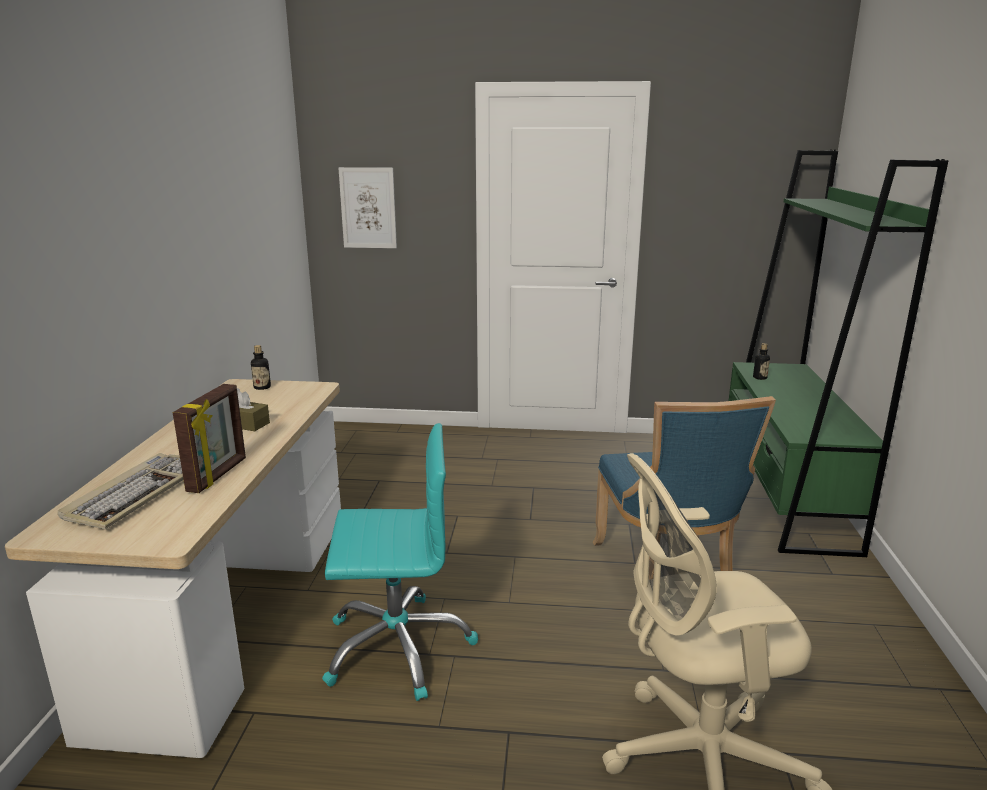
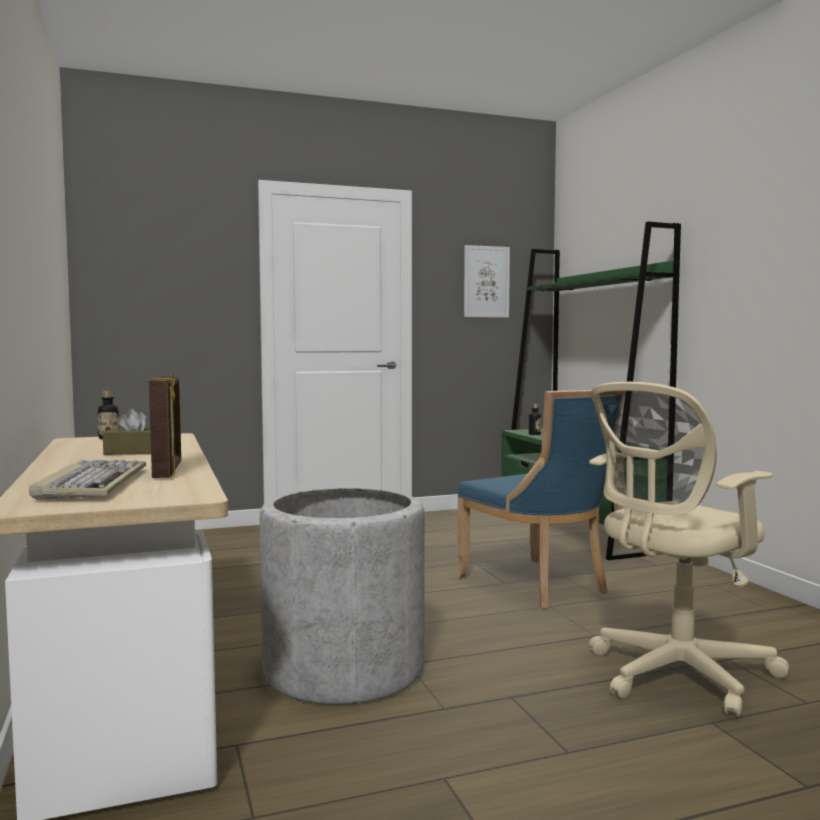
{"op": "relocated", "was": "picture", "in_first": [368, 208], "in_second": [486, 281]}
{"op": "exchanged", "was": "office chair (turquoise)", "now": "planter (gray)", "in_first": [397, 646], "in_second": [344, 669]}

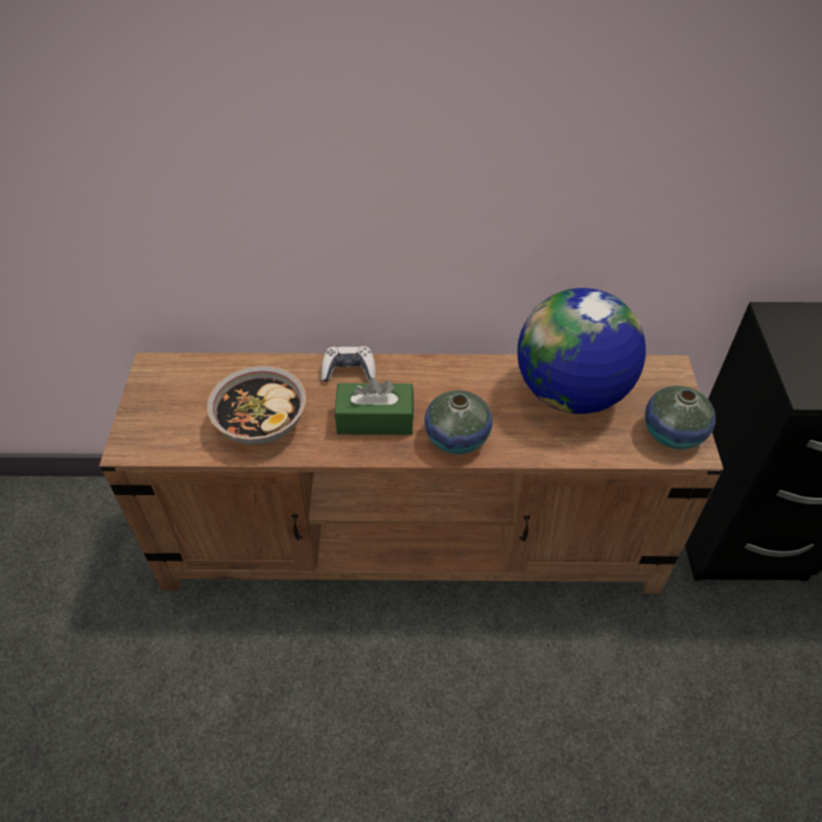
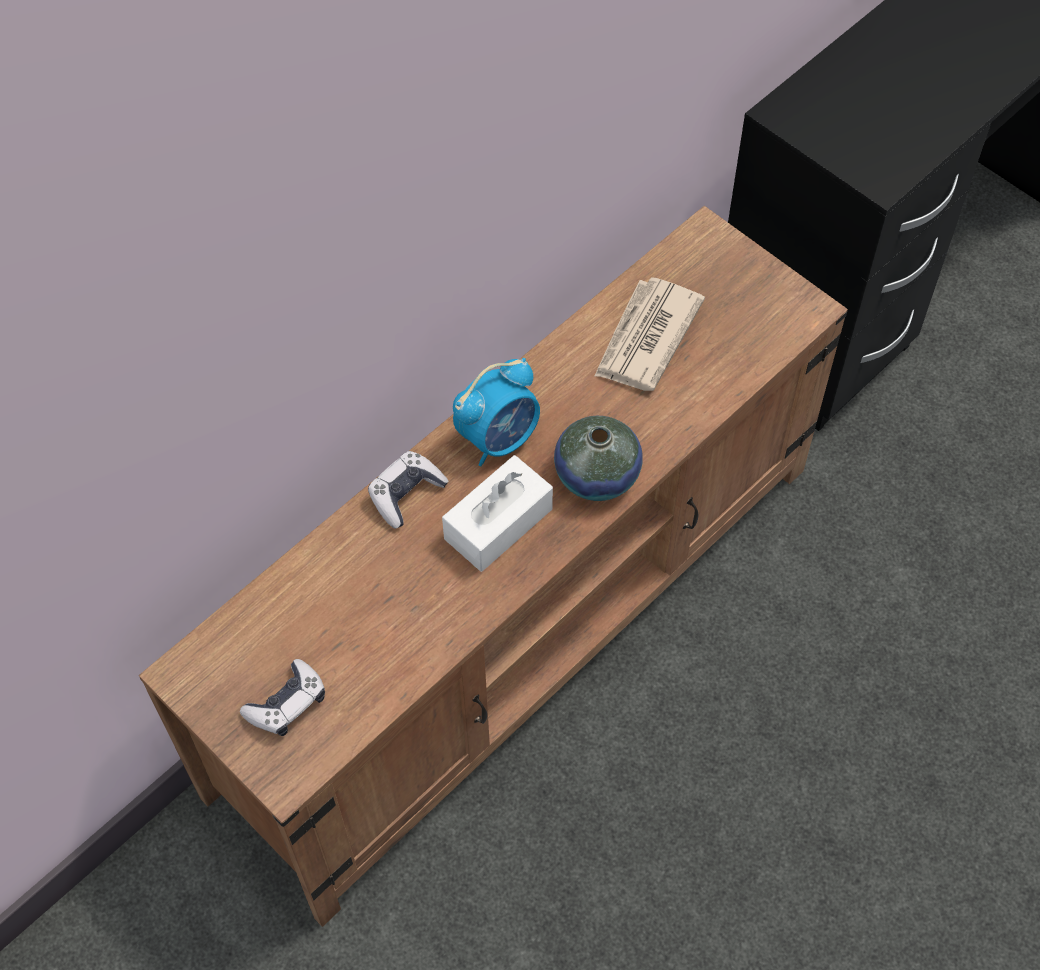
{"op": "exchanged", "was": "globe", "now": "daily paper", "in_first": [570, 393], "in_second": [646, 338]}
{"op": "missing", "was": "bowl", "in_first": [261, 422]}
{"op": "colour", "was": "tissue holder (greenish)", "now": "tissue holder (whitish)", "in_first": [375, 419], "in_second": [498, 524]}
{"op": "missing", "was": "flower vase", "in_first": [673, 433]}
{"op": "appeared", "now": "alarm clock", "in_second": [499, 438]}
{"op": "appeared", "now": "gamepad", "in_second": [287, 704]}

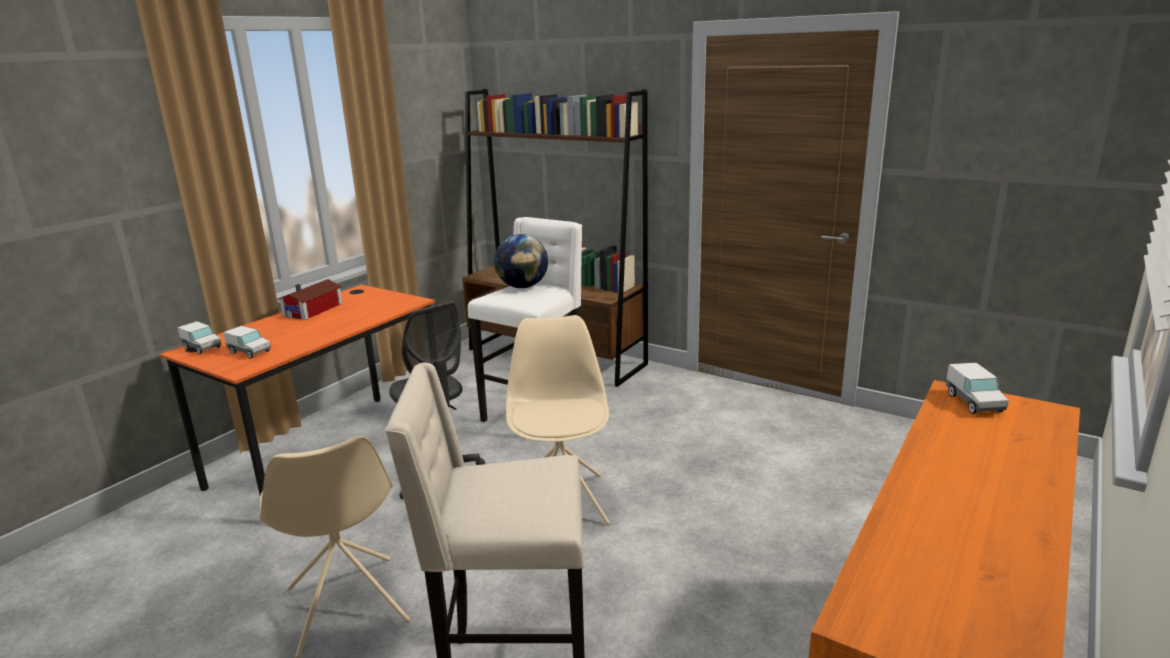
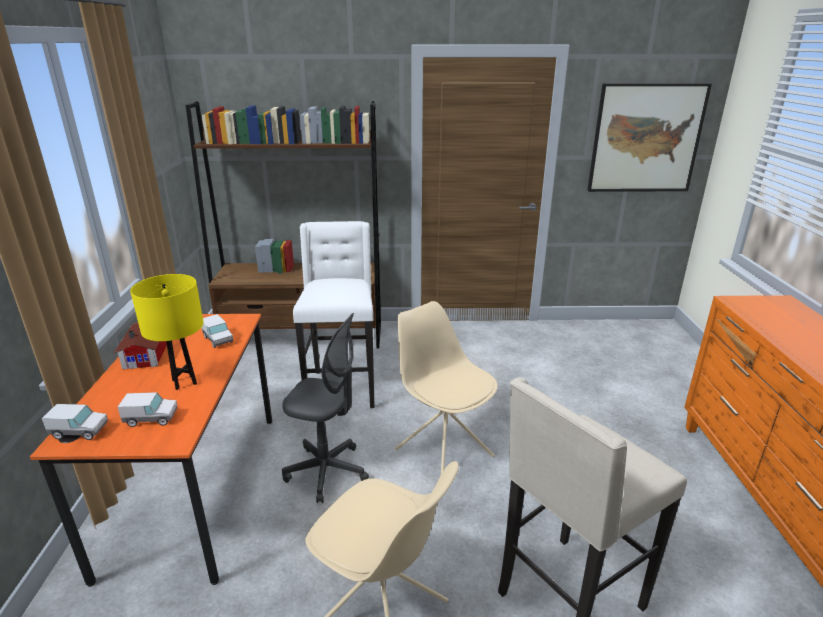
{"op": "missing", "was": "globe", "in_first": [522, 287]}
{"op": "relocated", "was": "toy truck", "in_first": [973, 403], "in_second": [218, 340]}
{"op": "appeared", "now": "picture", "in_second": [645, 139]}
{"op": "appeared", "now": "tabletop lamp (yellow-coloured)", "in_second": [184, 382]}

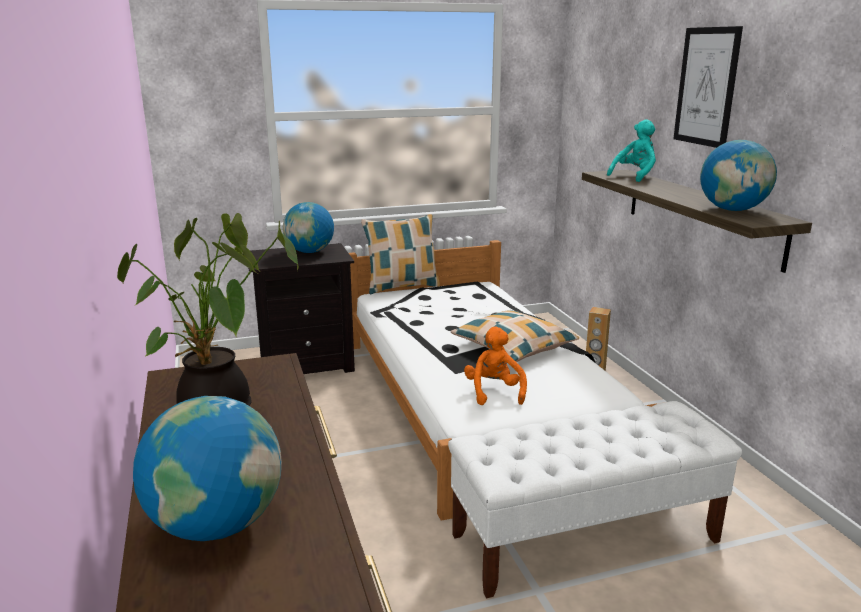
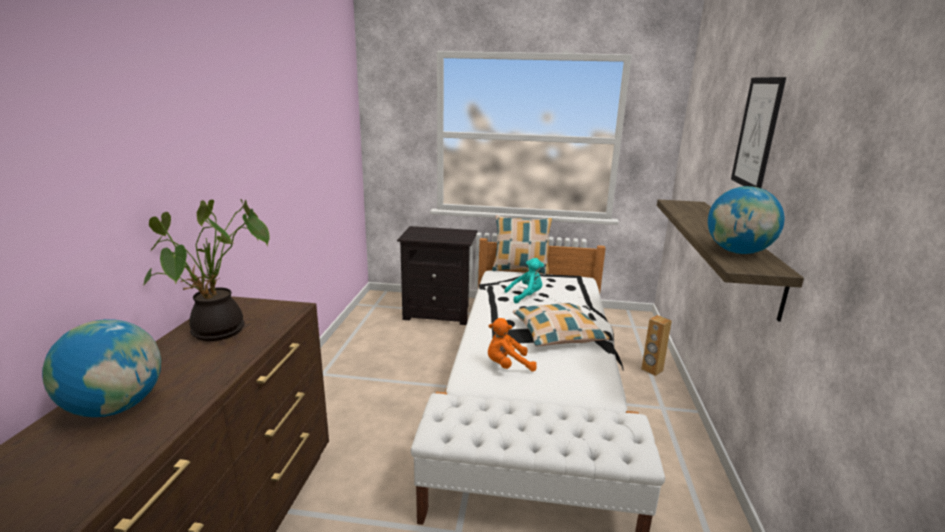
{"op": "relocated", "was": "plush toy (turquoise)", "in_first": [634, 176], "in_second": [526, 296]}
{"op": "missing", "was": "globe", "in_first": [310, 252]}
{"op": "spun", "was": "plush toy (orange-coloured)", "in_first": [494, 392], "in_second": [507, 366], "clockwise": -120}

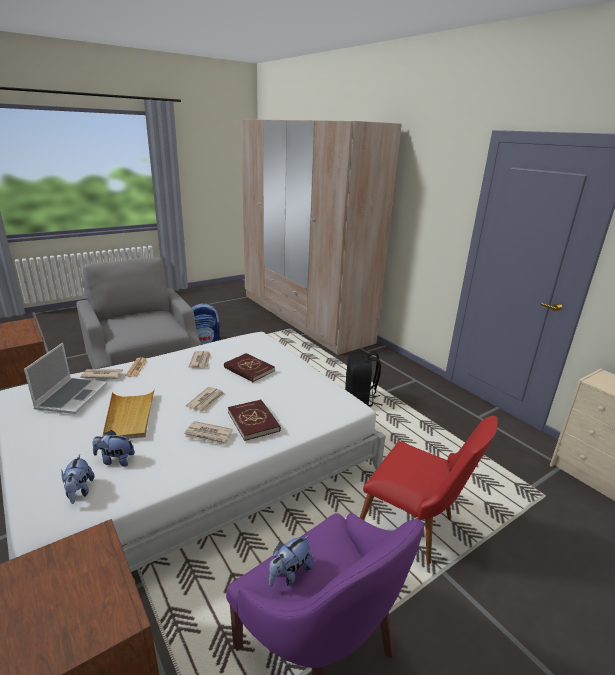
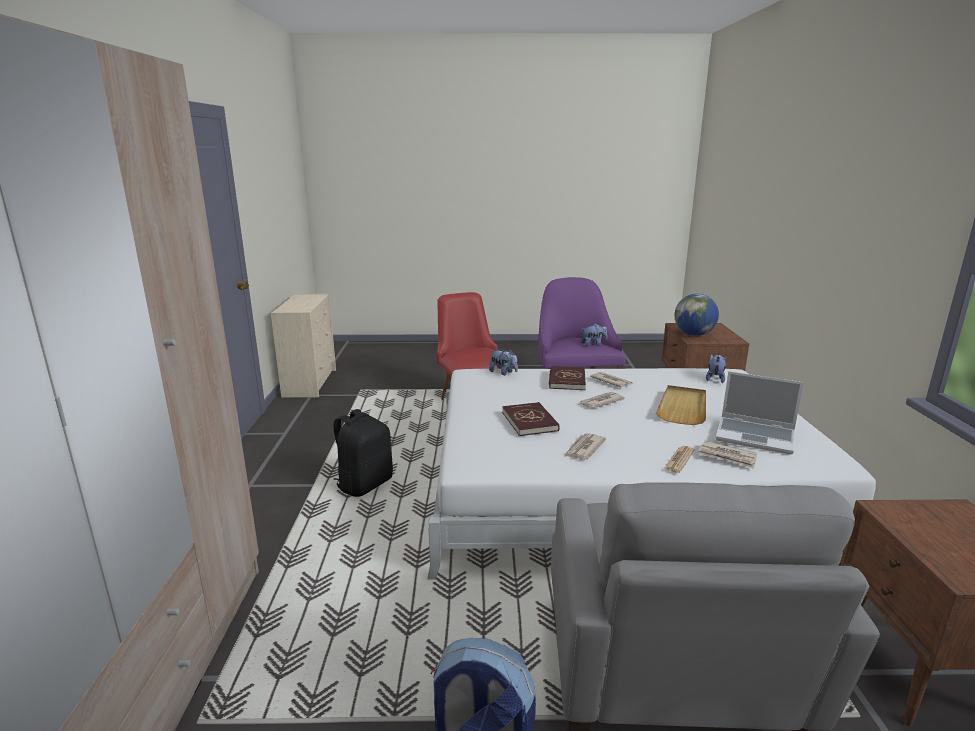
{"op": "spun", "was": "portable computer", "in_first": [72, 396], "in_second": [756, 436], "clockwise": -105}
{"op": "relocated", "was": "plush toy", "in_first": [115, 460], "in_second": [503, 373]}
{"op": "appeared", "now": "globe", "in_second": [694, 335]}

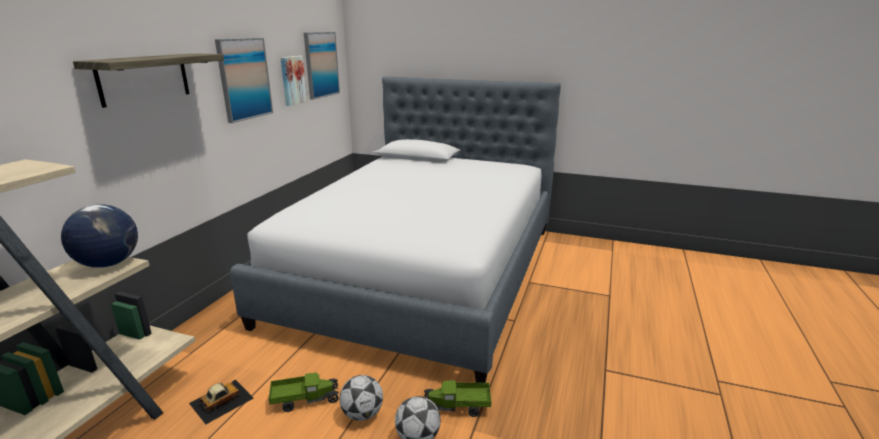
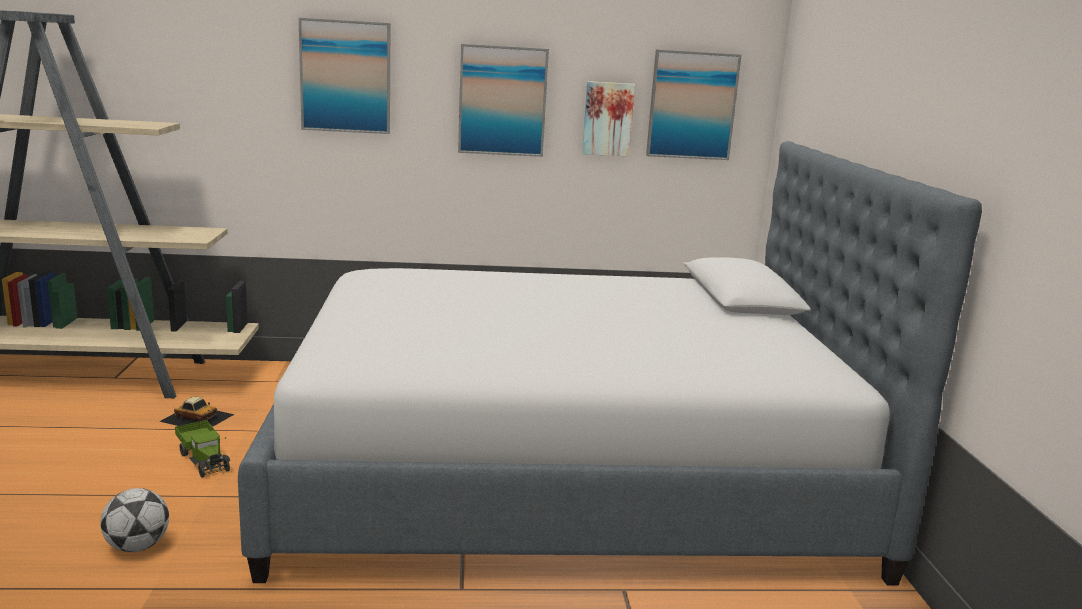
{"op": "exchanged", "was": "bracket shelf", "now": "picture", "in_first": [144, 78], "in_second": [345, 76]}
{"op": "missing", "was": "globe", "in_first": [109, 263]}
{"op": "missing", "was": "football ball", "in_first": [362, 414]}
{"op": "missing", "was": "toy truck", "in_first": [457, 407]}

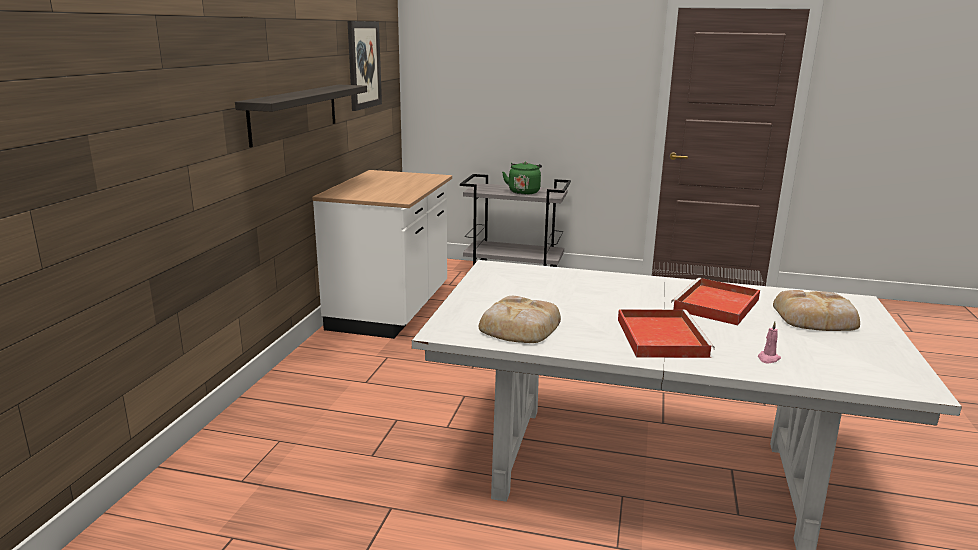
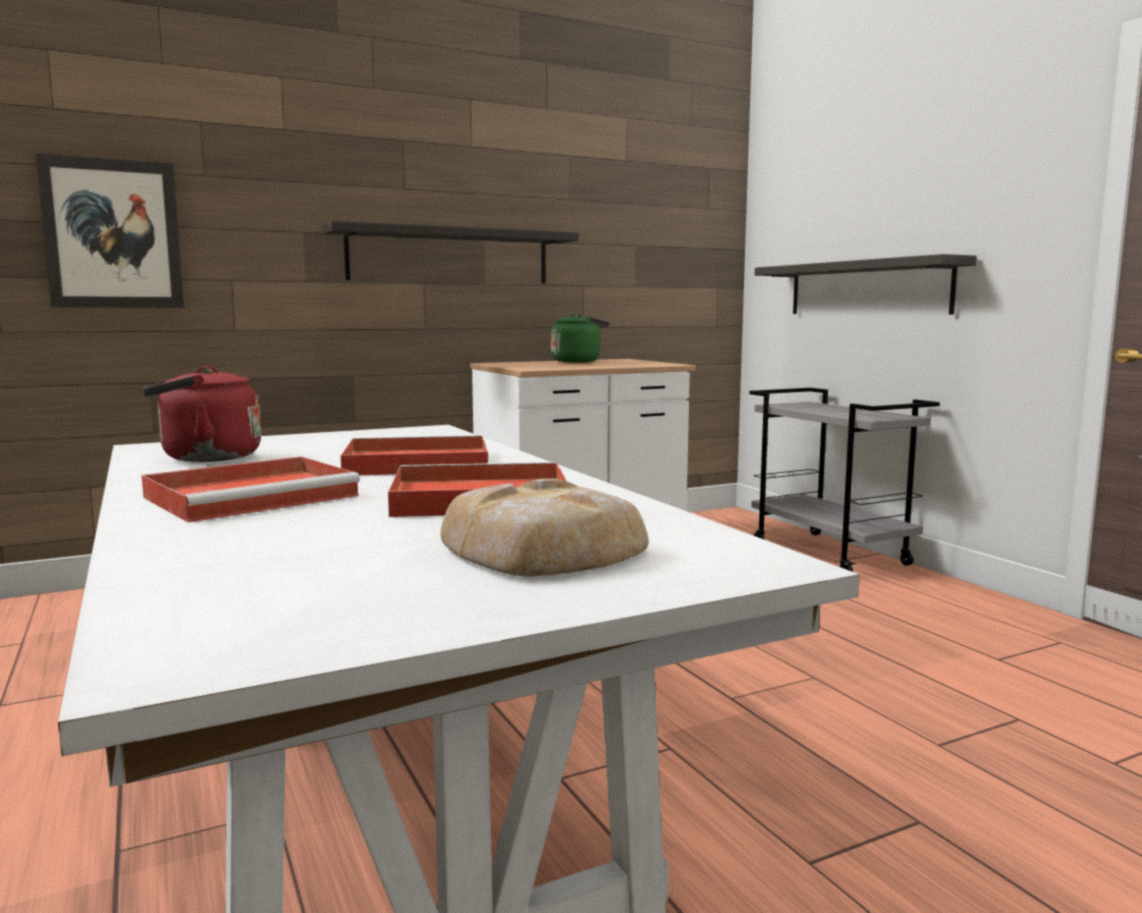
{"op": "relocated", "was": "picture", "in_first": [364, 65], "in_second": [113, 234]}
{"op": "relocated", "was": "water kettle (greenish)", "in_first": [524, 191], "in_second": [578, 361]}
{"op": "exchanged", "was": "baked bread", "now": "water kettle (red)", "in_first": [518, 327], "in_second": [205, 458]}
{"op": "missing", "was": "wax light (pinkish)", "in_first": [768, 358]}
{"op": "appeared", "now": "bracket shelf", "in_second": [866, 288]}
{"op": "appeared", "now": "tray (red)", "in_second": [413, 463]}

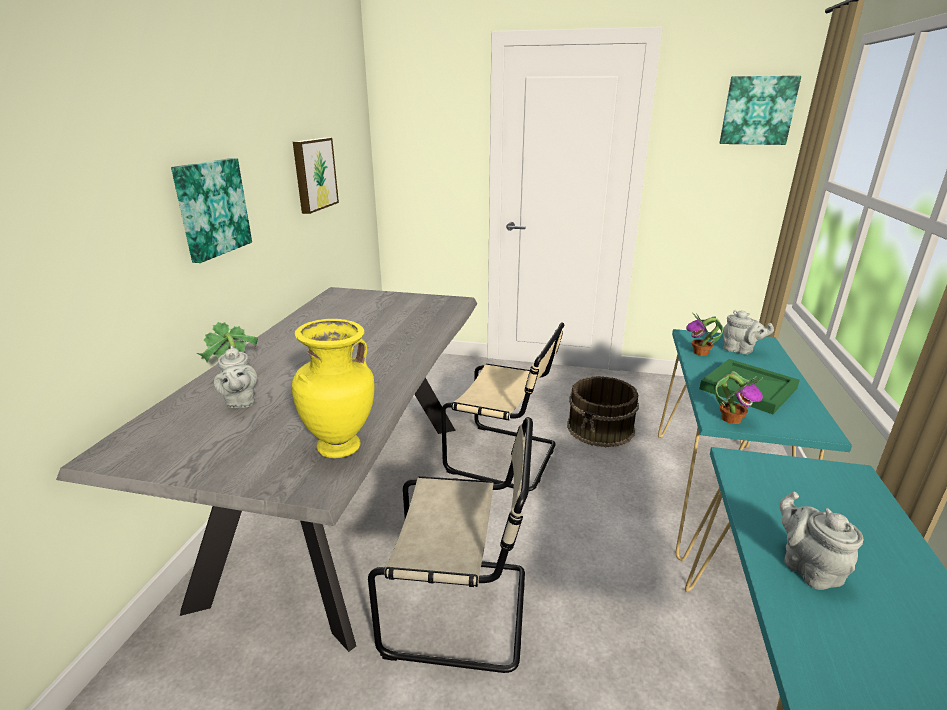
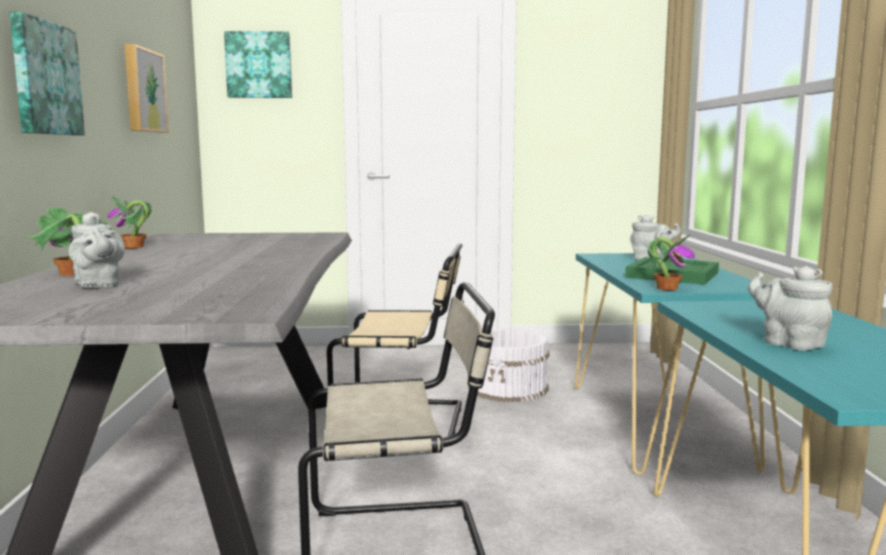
{"op": "relocated", "was": "picture", "in_first": [757, 110], "in_second": [259, 65]}
{"op": "relocated", "was": "houseplant", "in_first": [701, 352], "in_second": [134, 247]}
{"op": "missing", "was": "flower vase (yellow-coloured)", "in_first": [341, 448]}
{"op": "colour", "was": "bucket (brown-coloured)", "now": "bucket (whitish)", "in_first": [601, 428], "in_second": [509, 388]}

